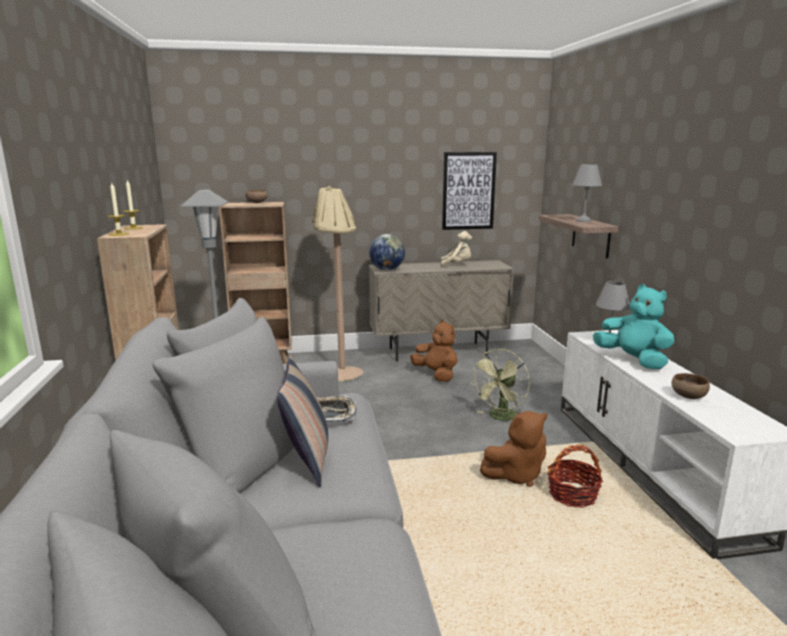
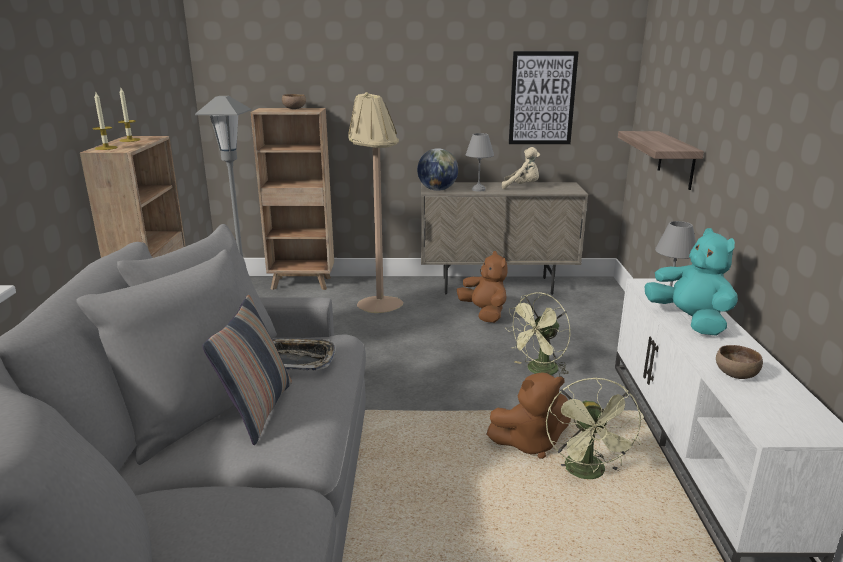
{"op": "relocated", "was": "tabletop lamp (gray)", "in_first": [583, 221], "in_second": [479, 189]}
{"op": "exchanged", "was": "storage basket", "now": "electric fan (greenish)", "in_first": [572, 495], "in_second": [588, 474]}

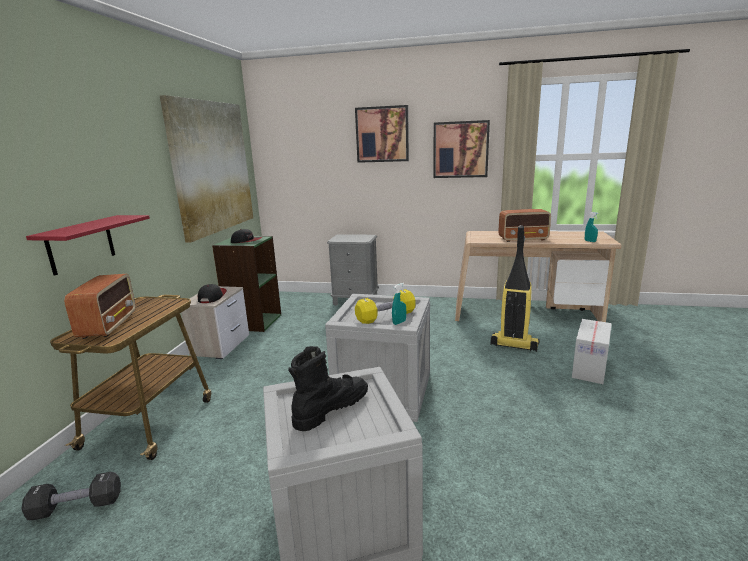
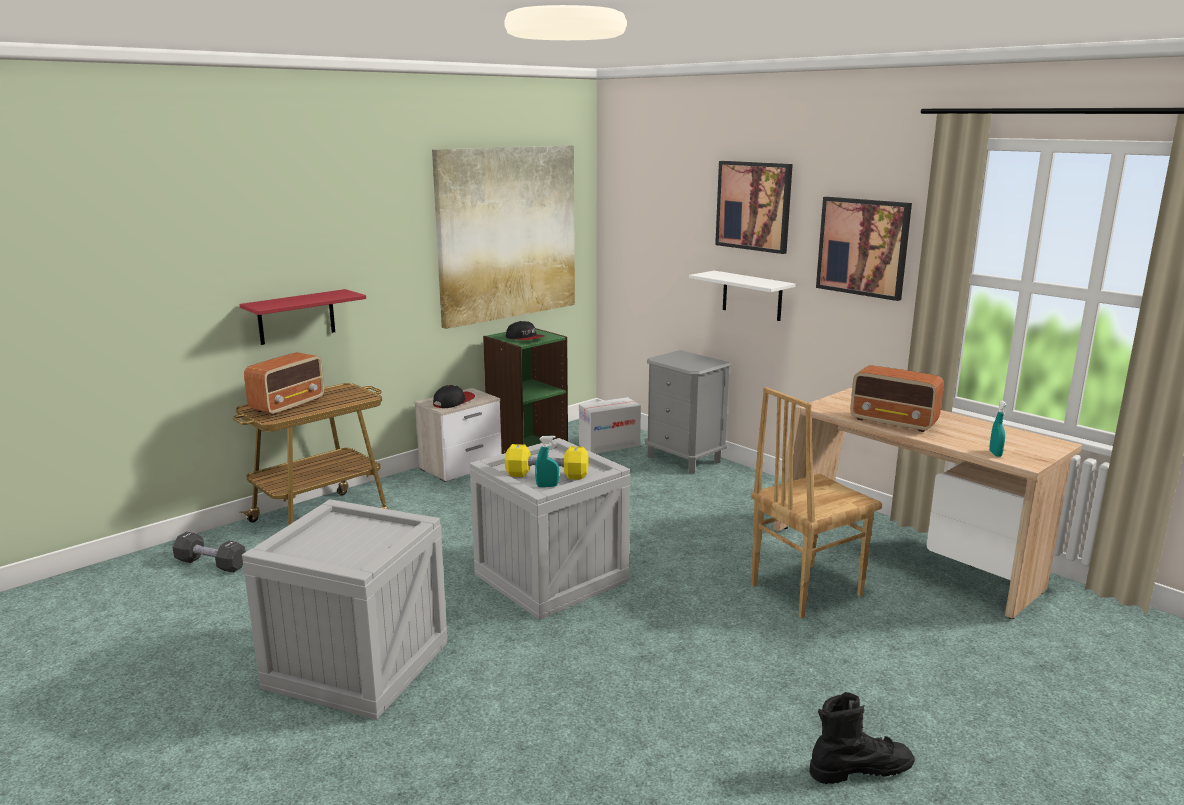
{"op": "exchanged", "was": "vacuum cleaner", "now": "plain chair (brown-coloured)", "in_first": [513, 345], "in_second": [804, 589]}
{"op": "relocated", "was": "packing box", "in_first": [589, 368], "in_second": [609, 445]}
{"op": "relocated", "was": "high-top boot (blackish)", "in_first": [331, 408], "in_second": [859, 769]}
{"op": "appeared", "now": "bracket shelf (whitish)", "in_second": [752, 296]}

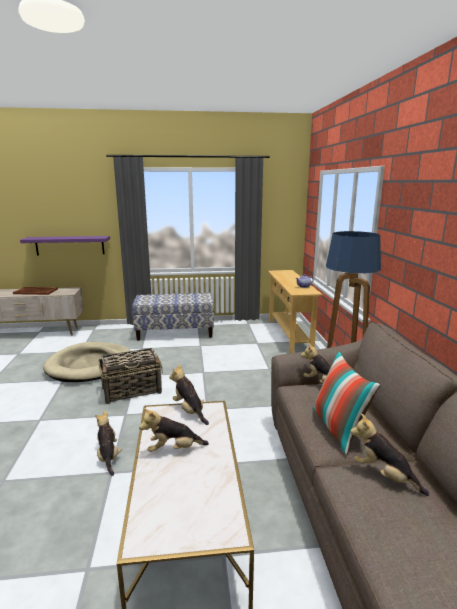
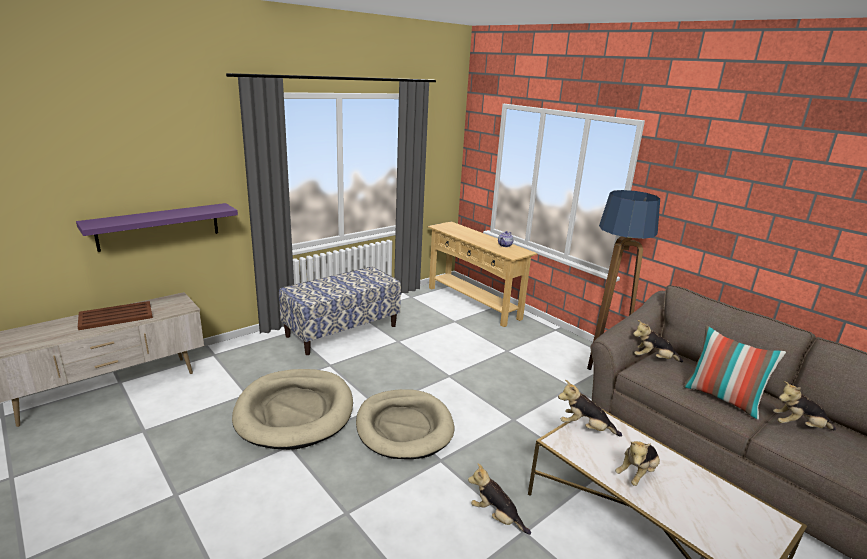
{"op": "exchanged", "was": "storage basket", "now": "pet bed (sand-coloured)", "in_first": [132, 390], "in_second": [404, 427]}

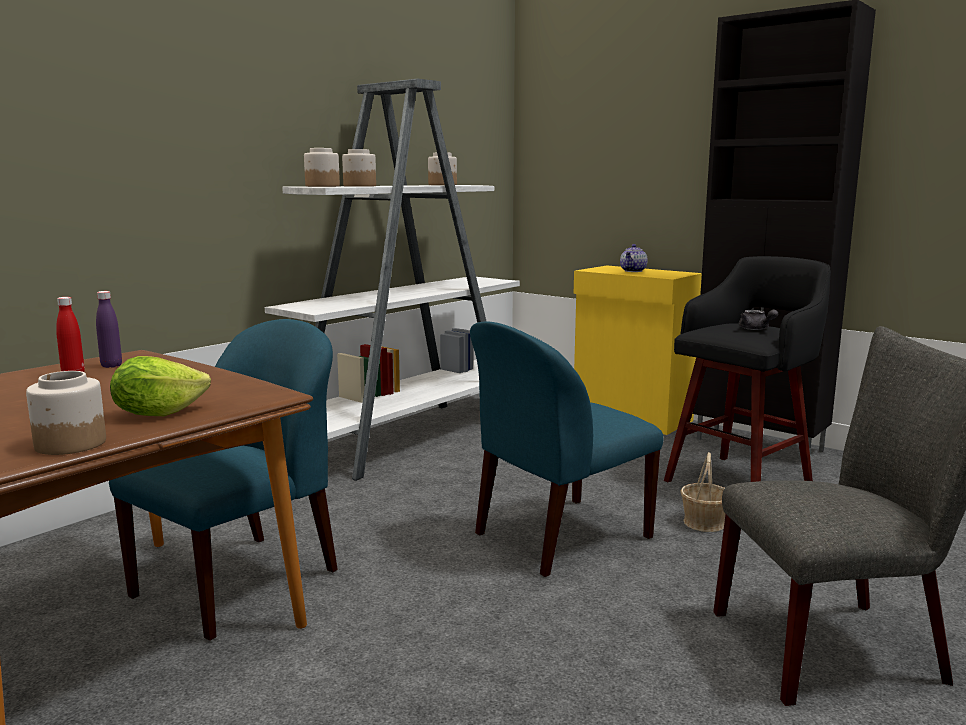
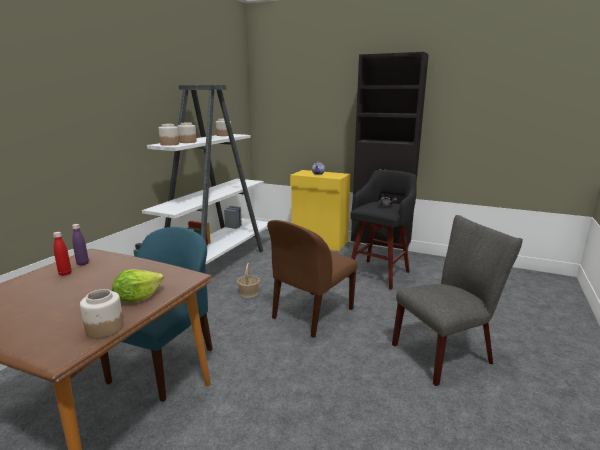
{"op": "colour", "was": "plain chair (blue-coloured)", "now": "plain chair (brown-coloured)", "in_first": [559, 537], "in_second": [311, 314]}
{"op": "relocated", "was": "storage basket", "in_first": [704, 523], "in_second": [249, 293]}

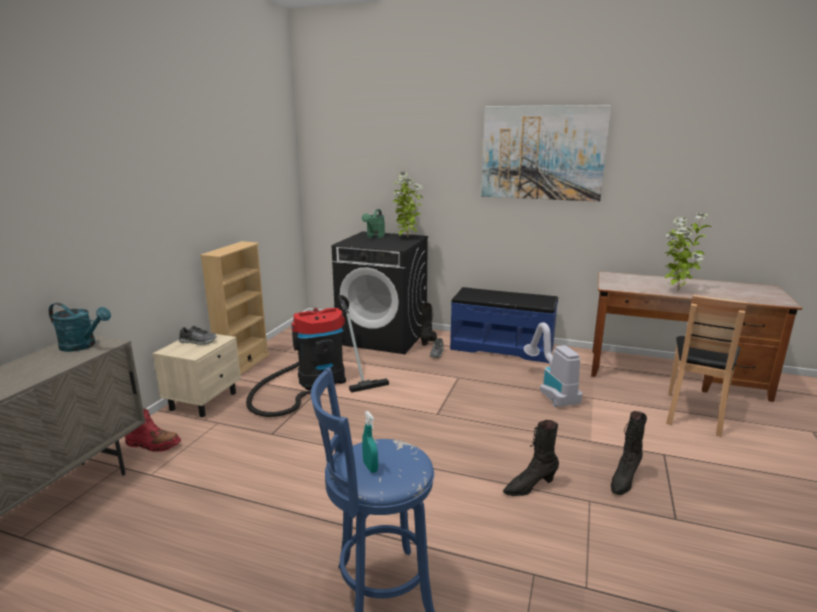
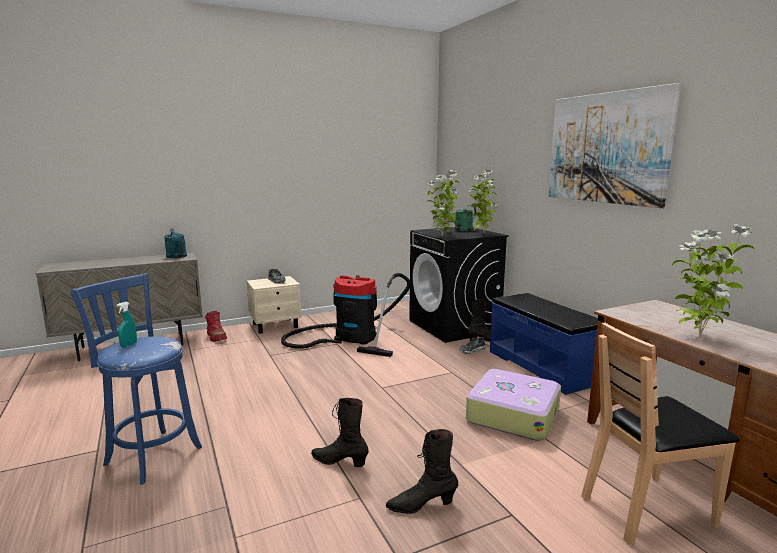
{"op": "missing", "was": "bookcase (sand-coloured)", "in_first": [243, 365]}
{"op": "exchanged", "was": "vacuum cleaner", "now": "suitcase", "in_first": [550, 391], "in_second": [512, 414]}
{"op": "appeared", "now": "houseplant", "in_second": [442, 236]}

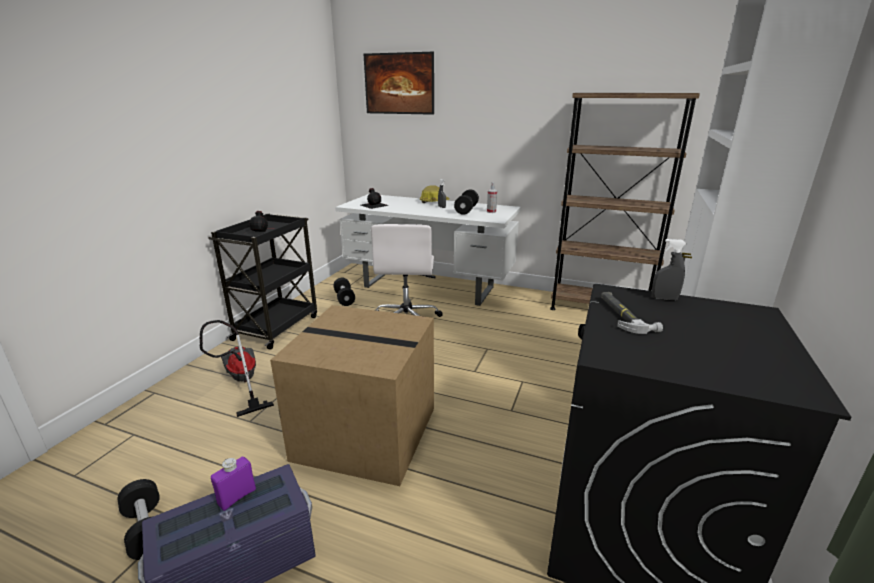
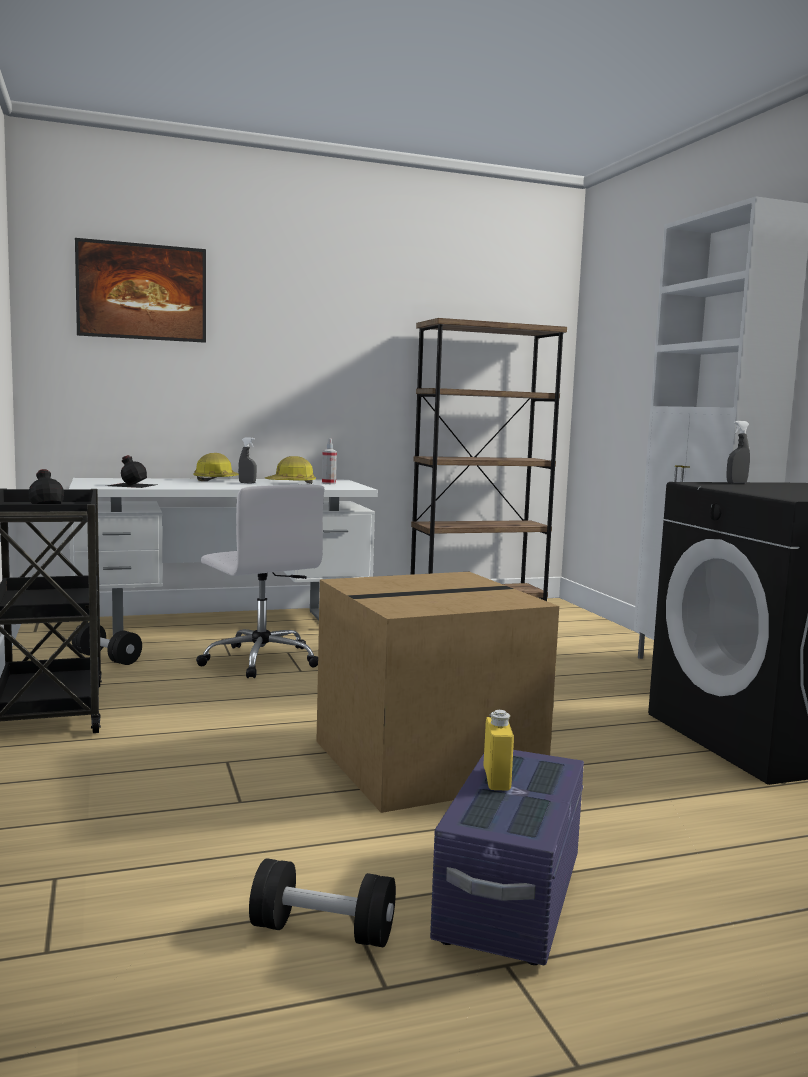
{"op": "exchanged", "was": "free weight (blackish)", "now": "hard hat", "in_first": [466, 210], "in_second": [291, 483]}
{"op": "missing", "was": "hammer", "in_first": [623, 314]}
{"op": "missing", "was": "vacuum cleaner", "in_first": [241, 382]}
{"op": "colour", "was": "beverage bottle (purple)", "now": "beverage bottle (yellow-coloured)", "in_first": [237, 497], "in_second": [496, 779]}

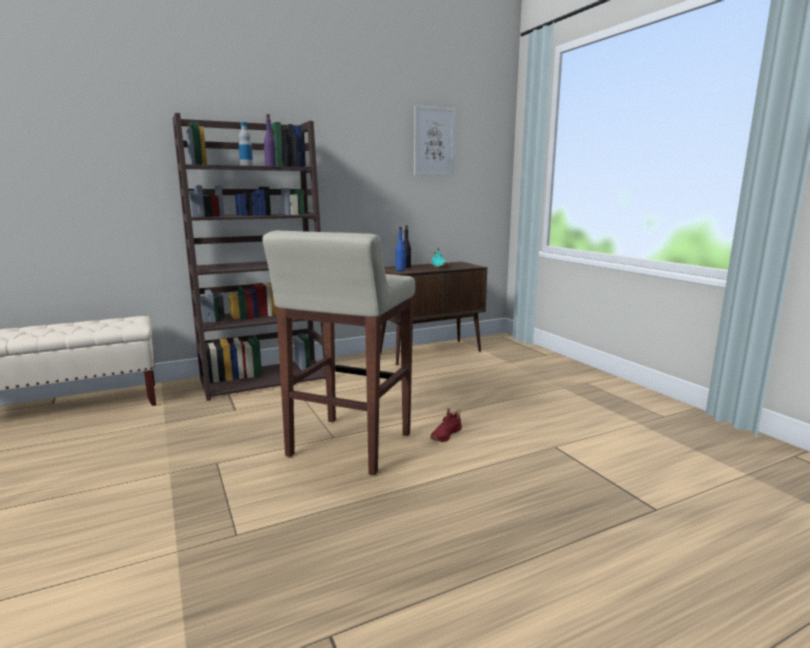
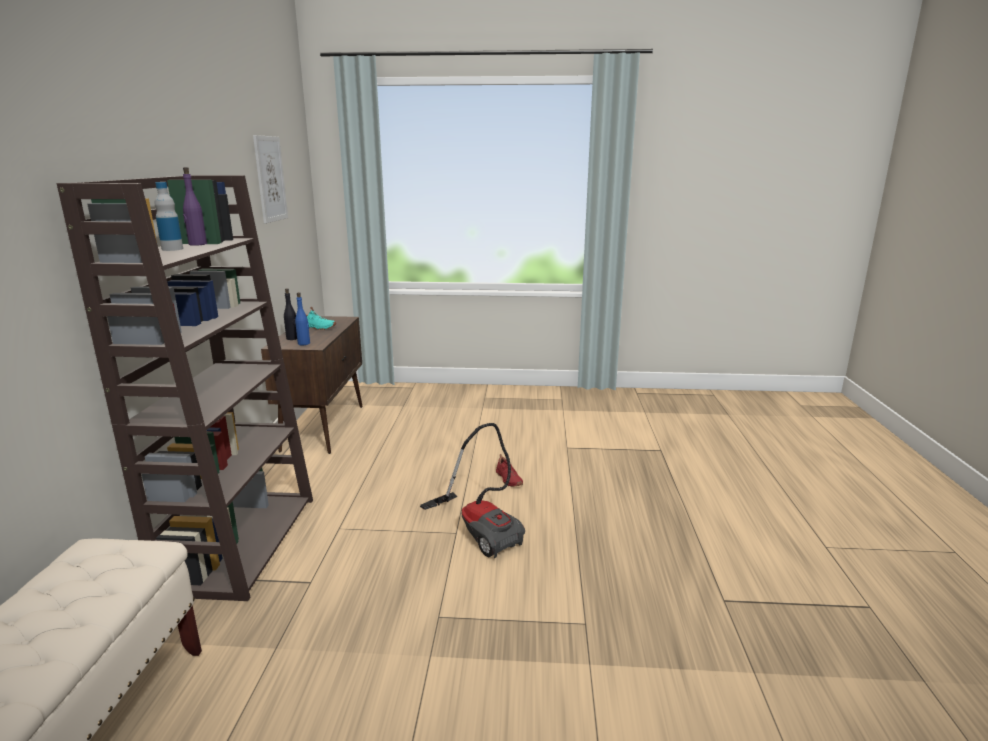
{"op": "exchanged", "was": "stool seat (sand-coloured)", "now": "vacuum cleaner", "in_first": [349, 446], "in_second": [481, 529]}

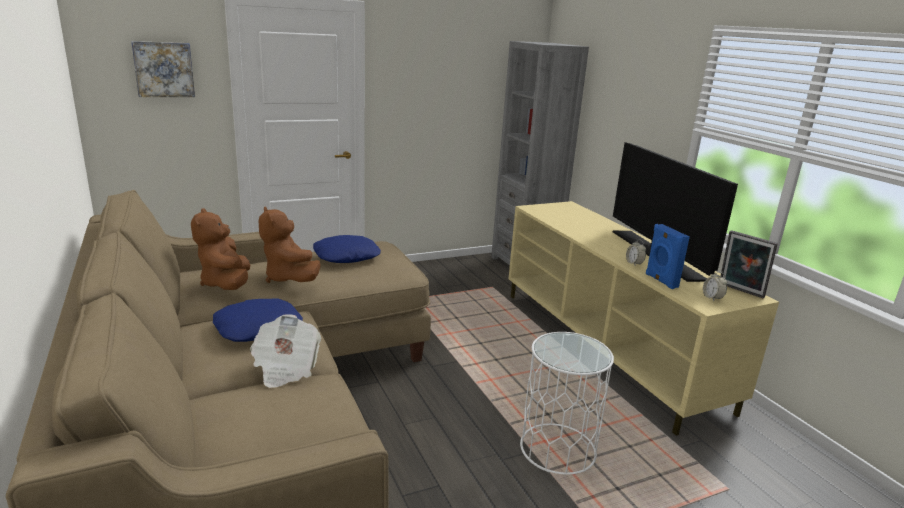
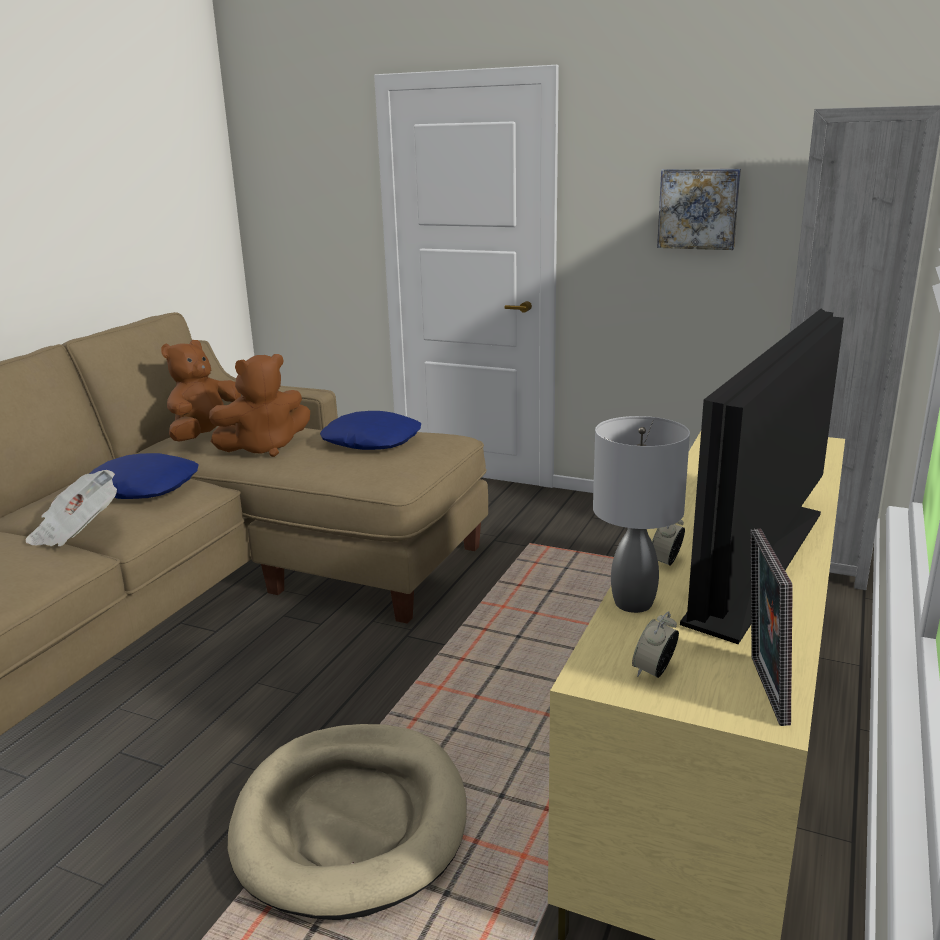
{"op": "relocated", "was": "picture", "in_first": [164, 69], "in_second": [698, 208]}
{"op": "spun", "was": "plush toy (brown-coloured)", "in_first": [289, 278], "in_second": [264, 448], "clockwise": -135}
{"op": "exchanged", "was": "audio speaker (blue-coloured)", "now": "tabletop lamp (gray)", "in_first": [660, 280], "in_second": [634, 604]}
{"op": "exchanged", "was": "accent table (whitish)", "now": "pet bed (sand-coloured)", "in_first": [557, 448], "in_second": [351, 822]}

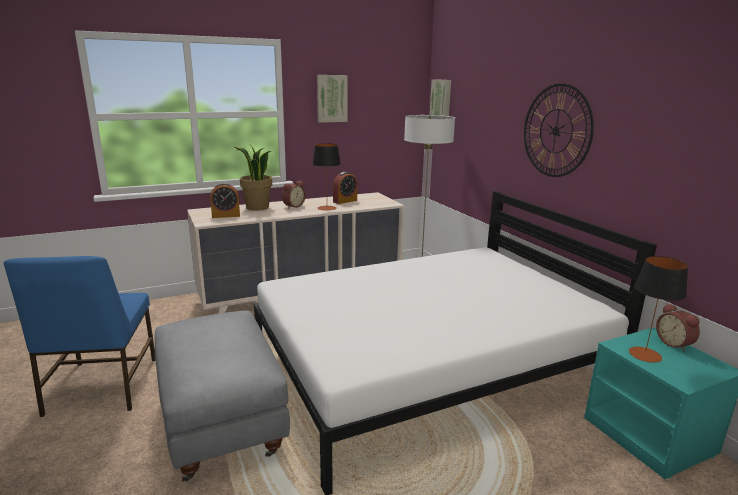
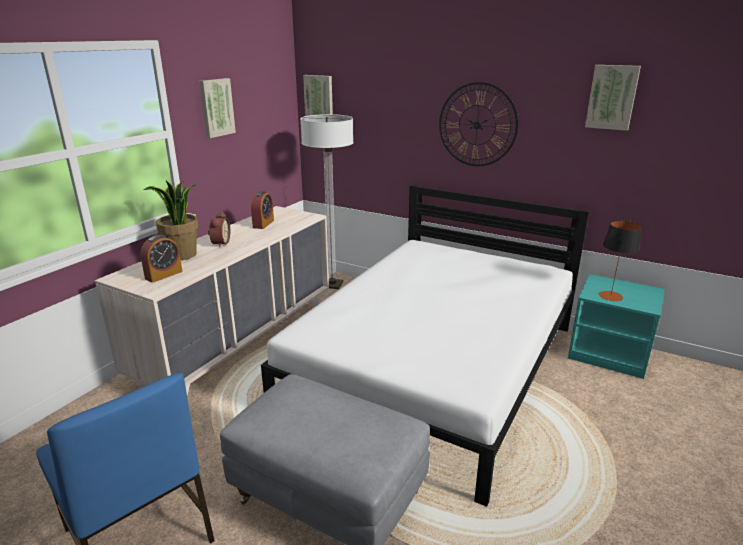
{"op": "missing", "was": "tabletop lamp", "in_first": [327, 208]}
{"op": "missing", "was": "alarm clock", "in_first": [675, 343]}
{"op": "appeared", "now": "picture", "in_second": [612, 97]}

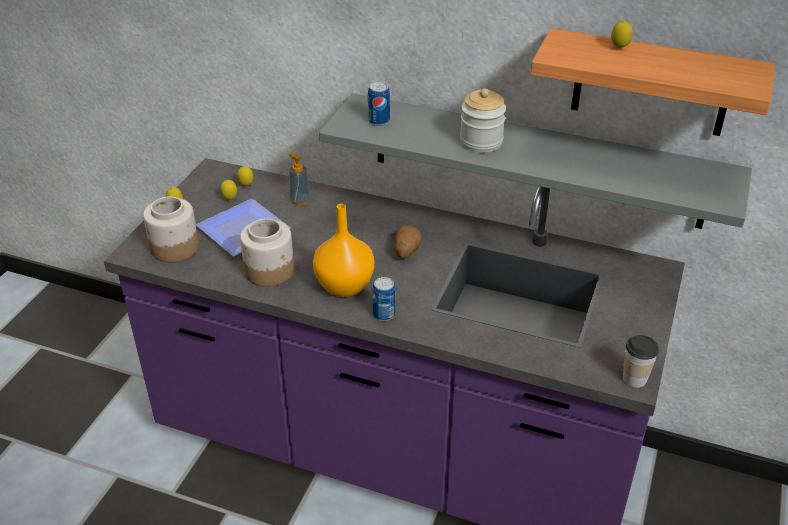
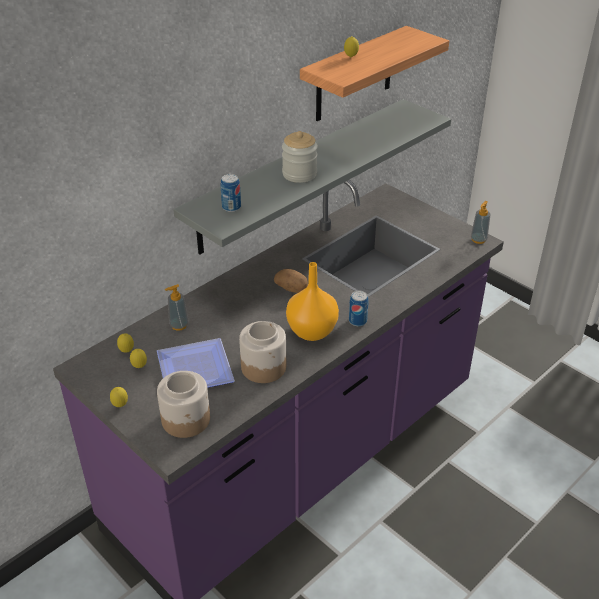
{"op": "exchanged", "was": "drinking cup", "now": "soap dispenser", "in_first": [634, 379], "in_second": [478, 240]}

